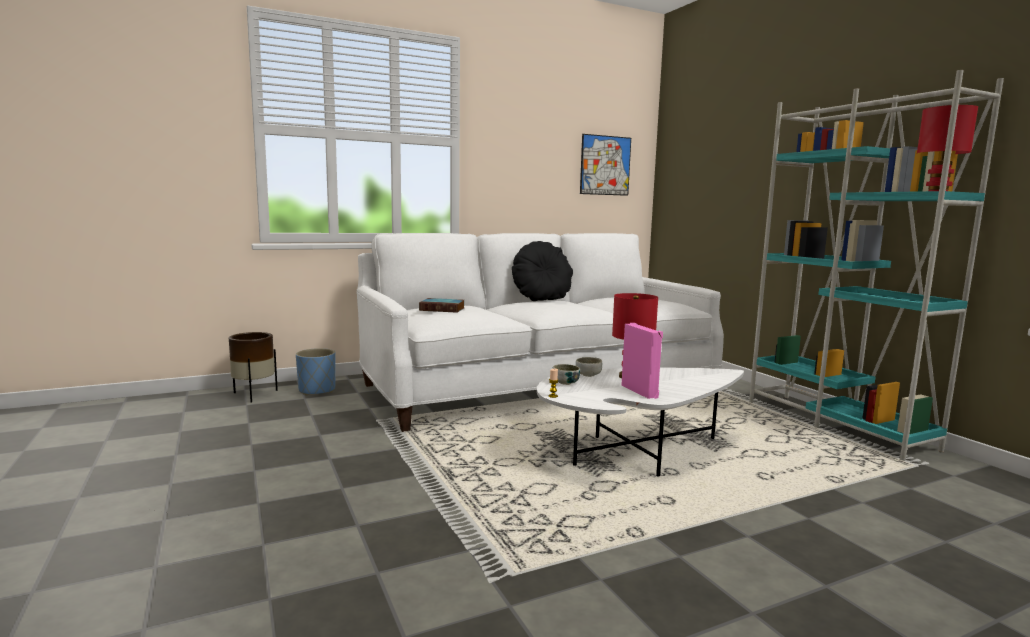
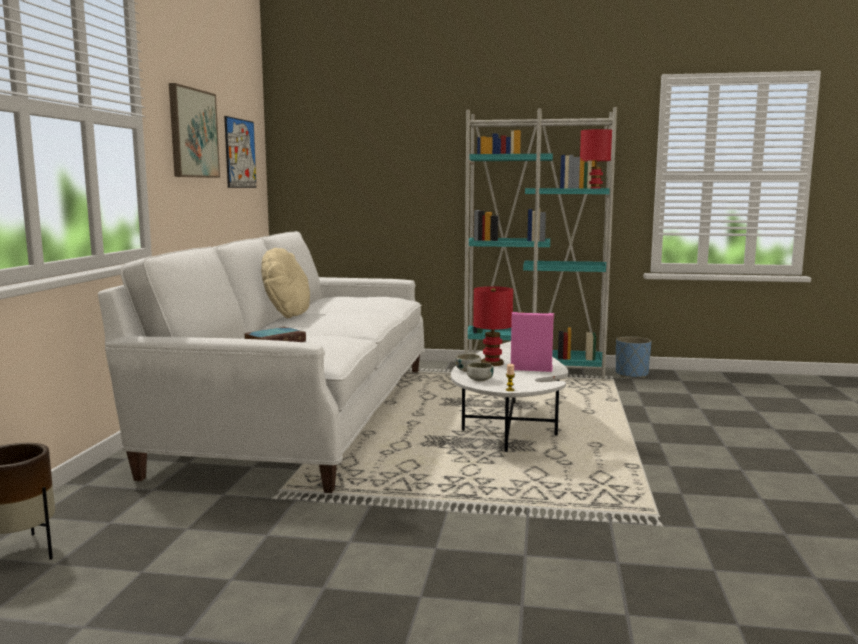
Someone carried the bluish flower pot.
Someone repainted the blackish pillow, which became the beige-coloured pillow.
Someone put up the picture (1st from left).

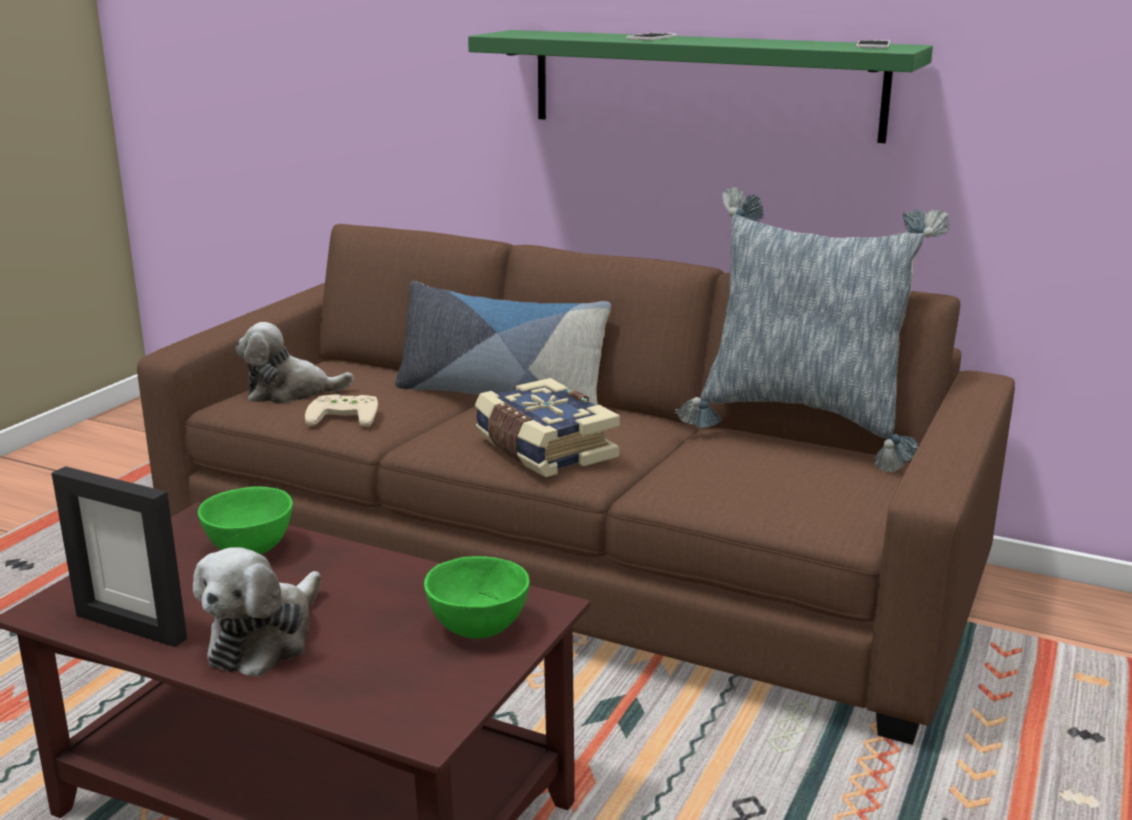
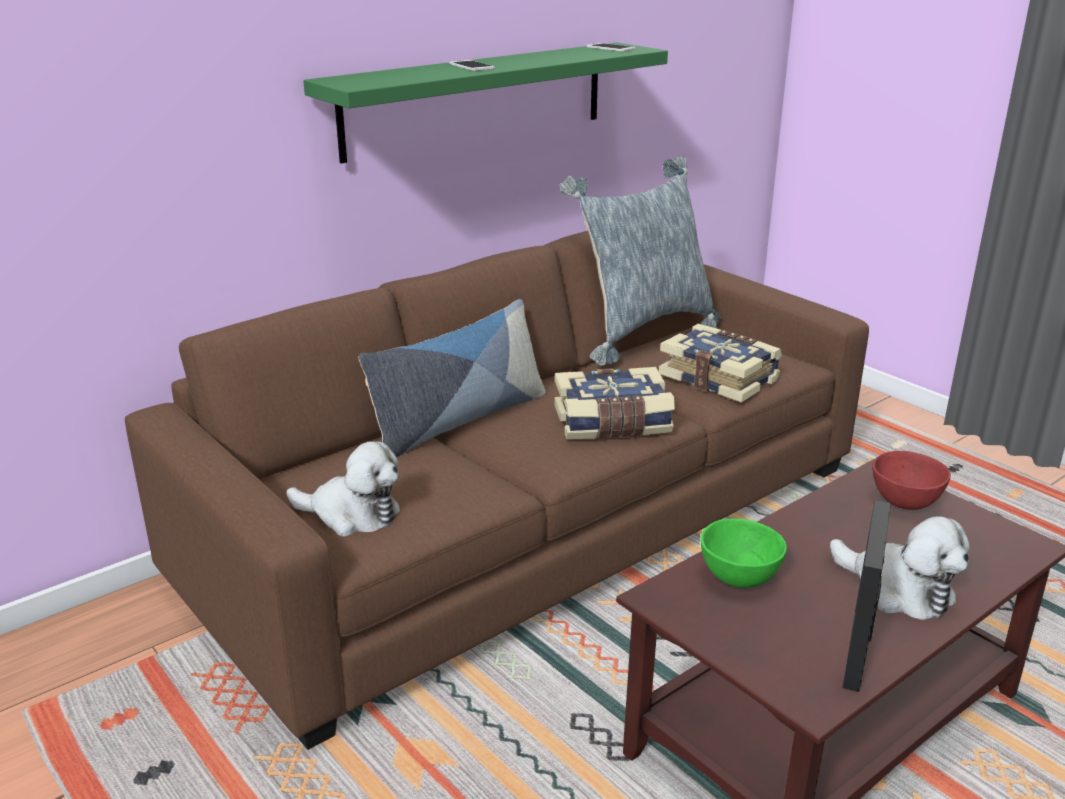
Someone rotated the picture frame by 150 degrees clockwise.
Someone rotated the plush toy (2nd from left in the first image) by 90 degrees counterclockwise.
Someone took away the beige-coloured gamepad.
Someone repainted the green-coloured serving bowl (2nd from left), which became the reddish serving bowl.
Someone put down the bound book (2nd from left).

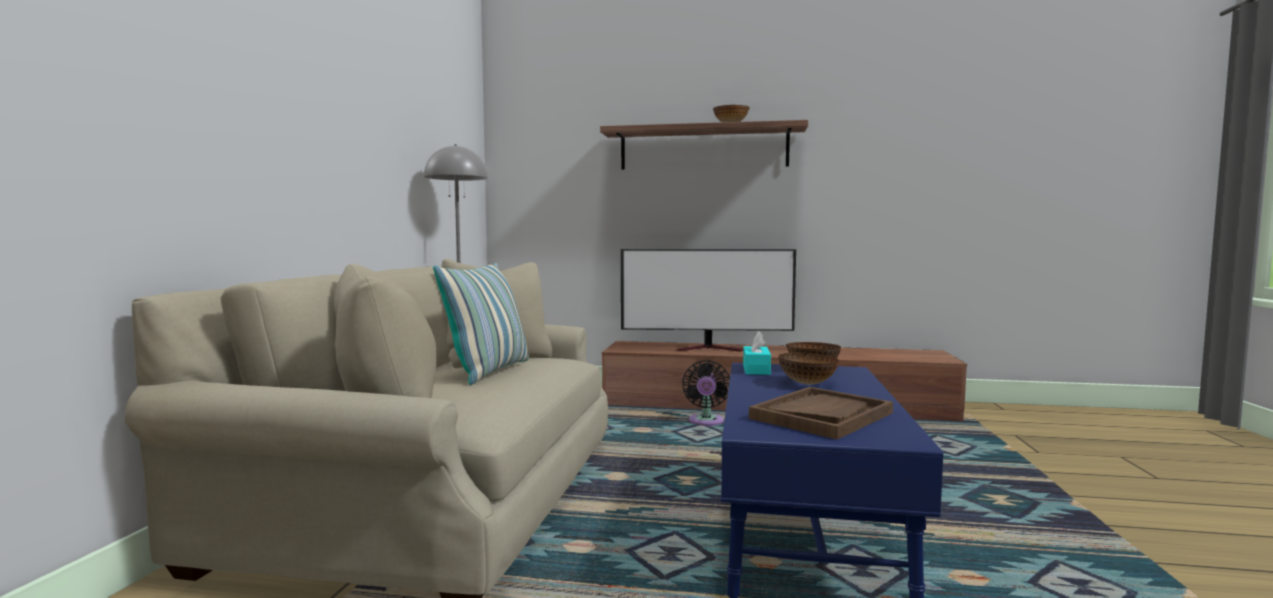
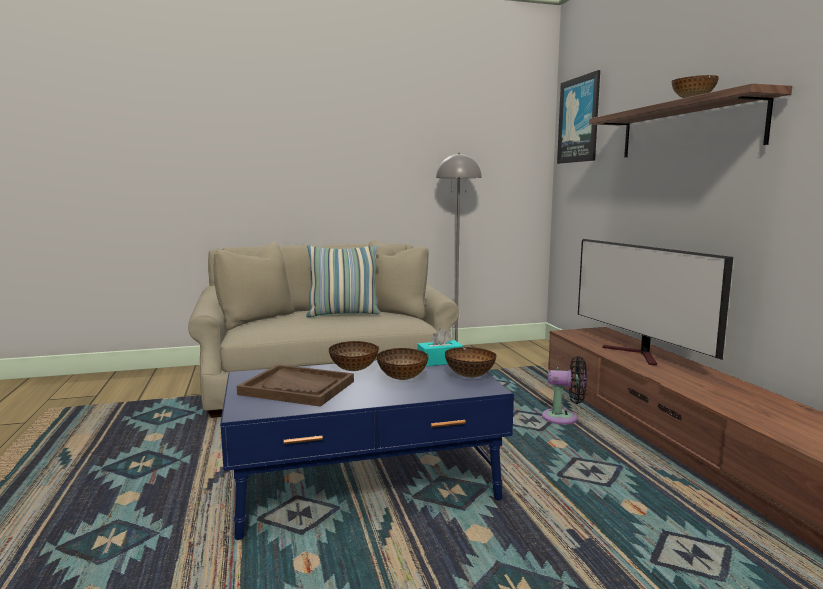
Someone rotated the blackish cooling fan by 150 degrees counterclockwise.
Someone put down the serving bowl (1st from left).
Someone put up the picture.

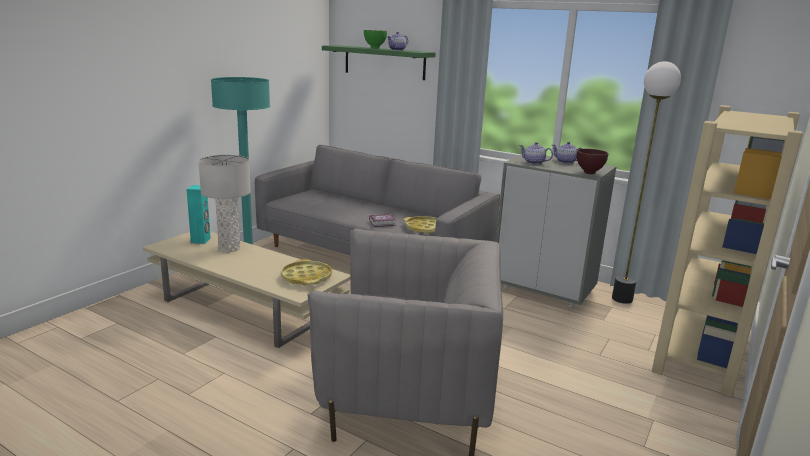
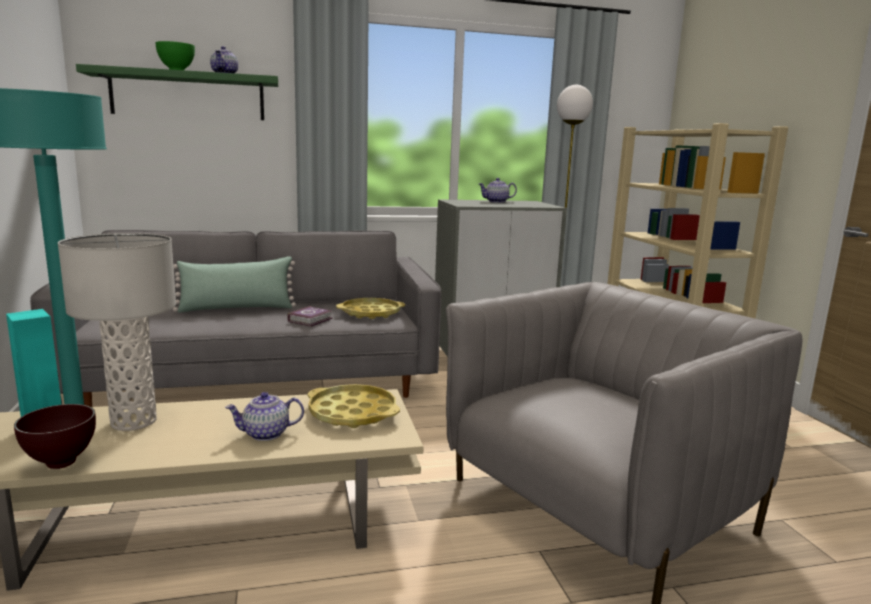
Someone carried the pot for tea (2nd from left).
Someone carried the brownish serving bowl.
Someone put down the green-coloured pillow.

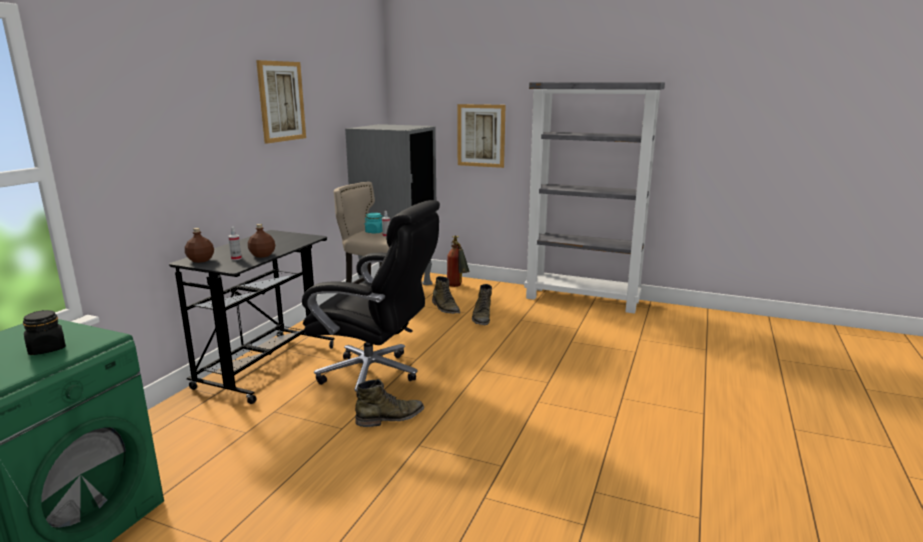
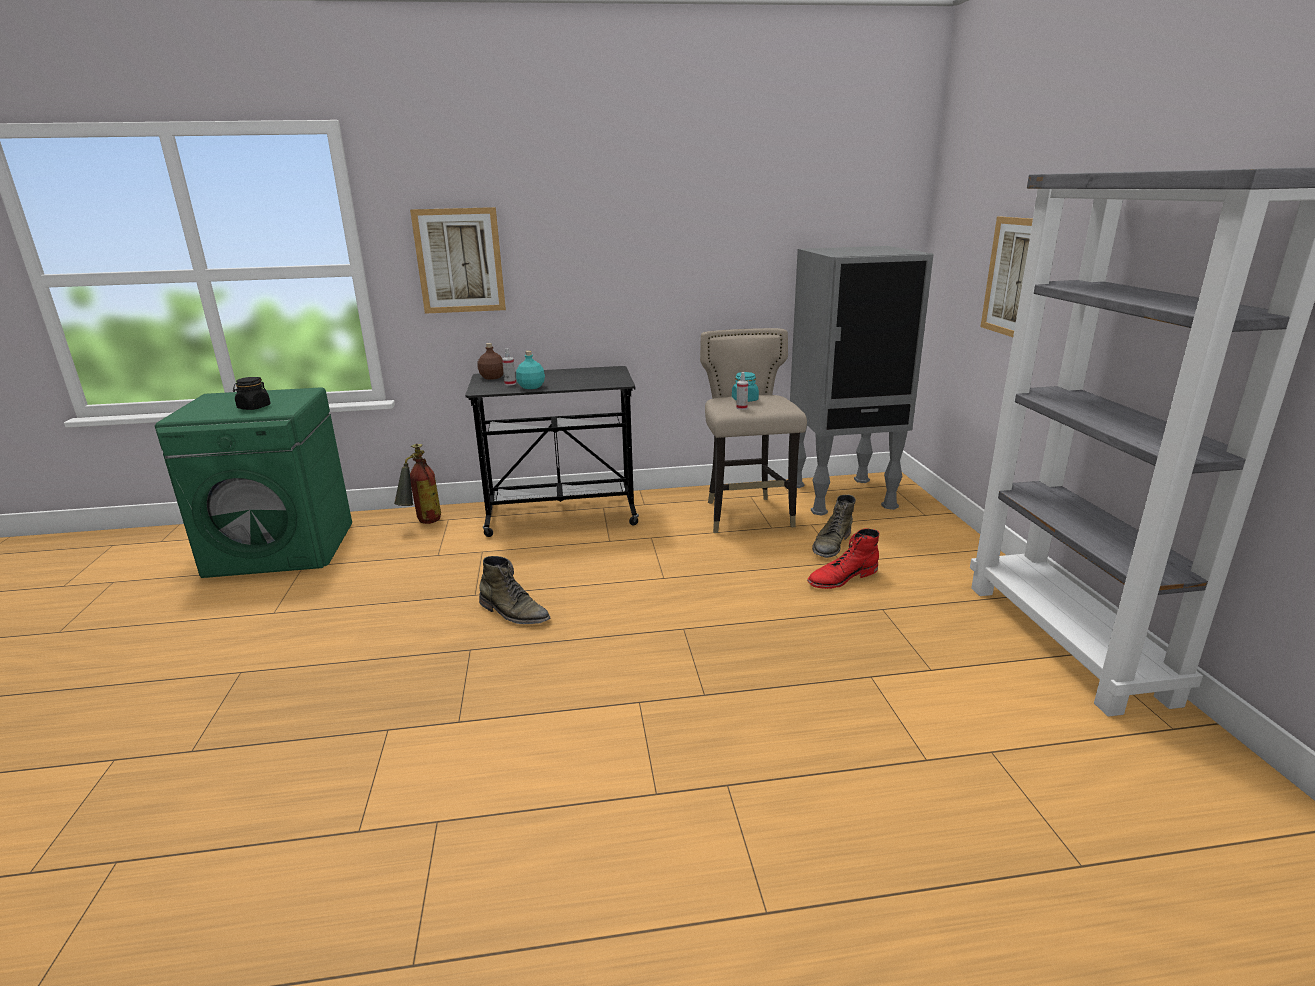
Someone repainted the brownish bottle (2nd from left), which became the turquoise bottle.
Someone carried the picture (1st from left).
Someone took away the blackish computer chair.
Someone carried the fire-fighting cylinder.
Someone repainted the green-coloured boot (3rd from left), which became the reddish boot.

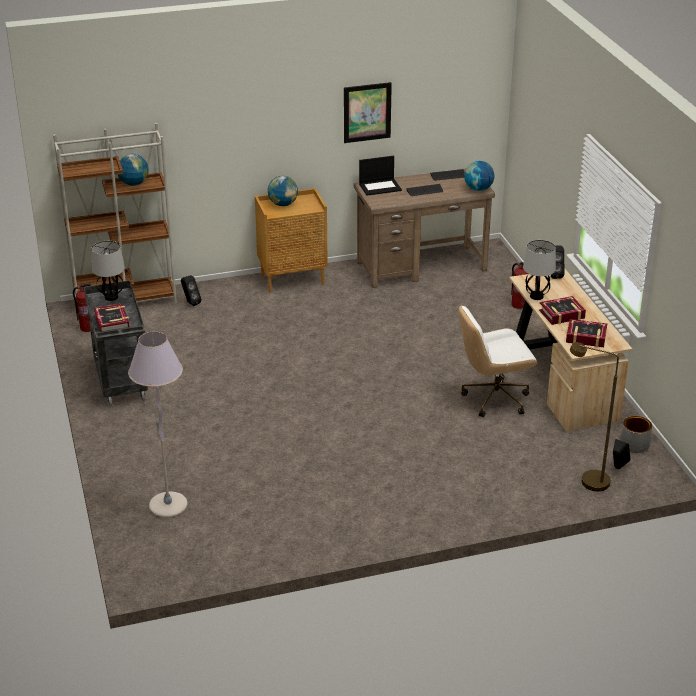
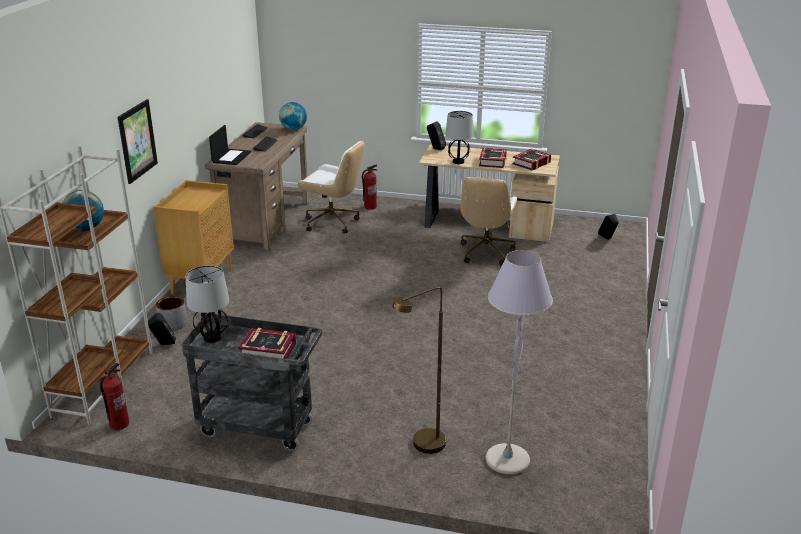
Someone took away the globe (2nd from left).
Someone carried the picture.
Someone carried the brownish floor lamp.
Someone carried the greyish flower pot.
Someone put down the white computer chair (1st from left).

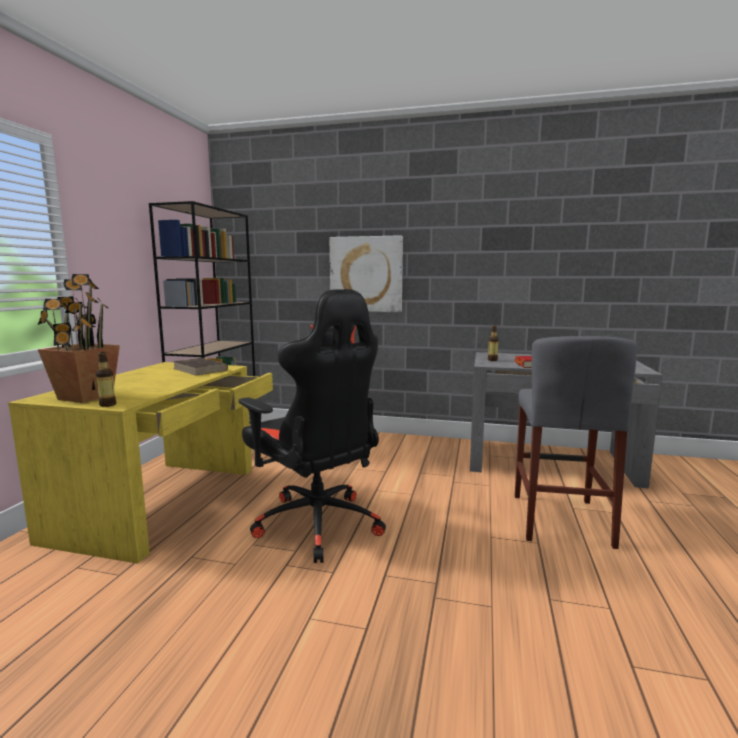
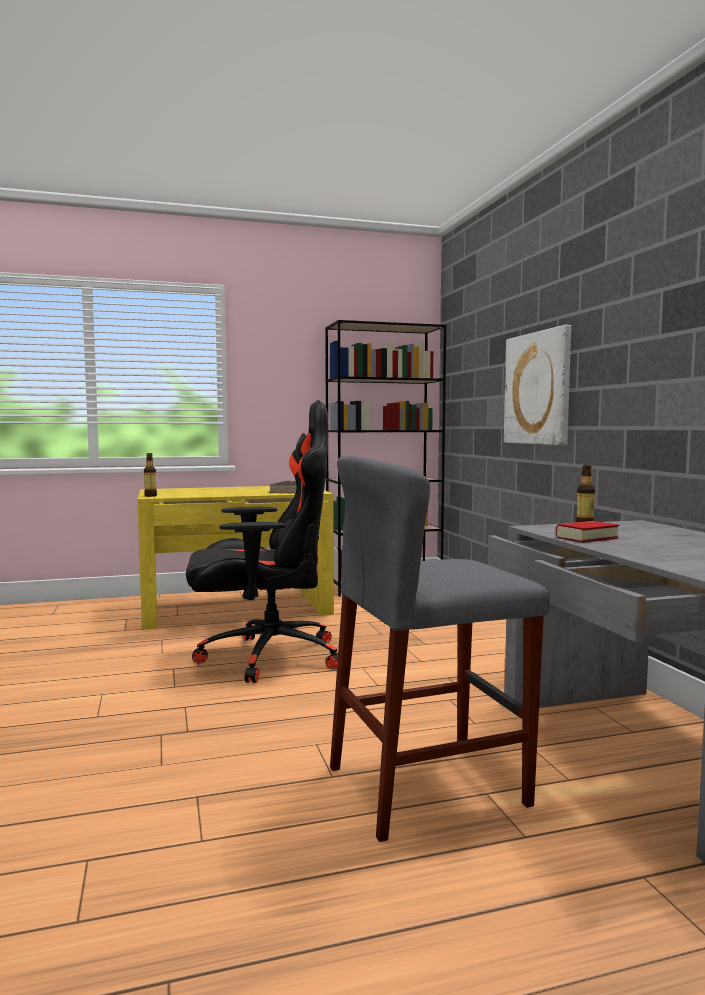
Someone took away the potted plant.
Someone rotated the blackish computer chair by 120 degrees counterclockwise.

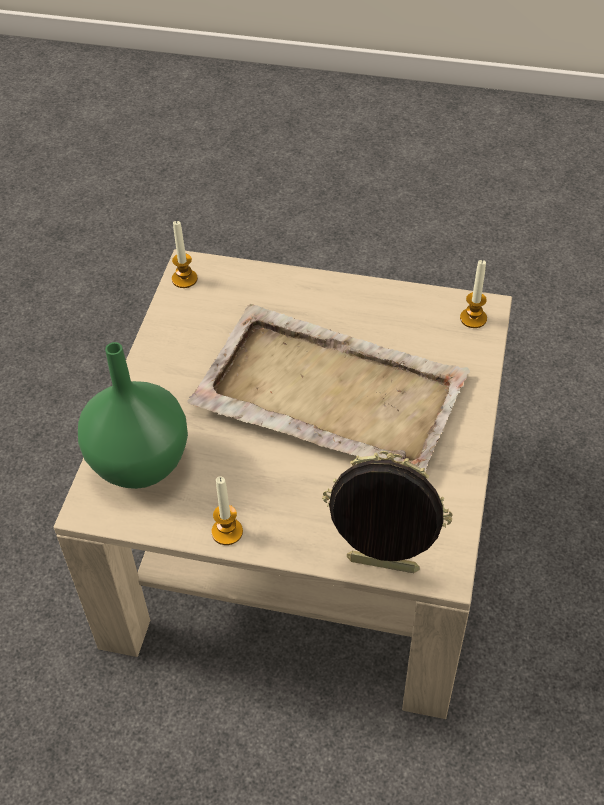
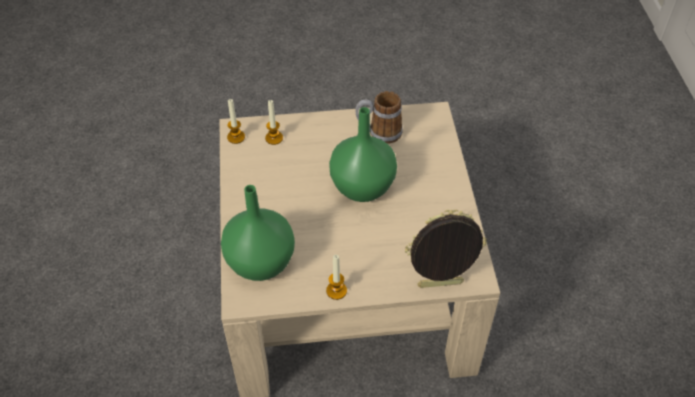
Someone swapped the beige-coloured carrying tray for the green-coloured vase (2nd from left).
Someone carried the candle (3rd from left in the first image).
Someone put down the coffee mug.

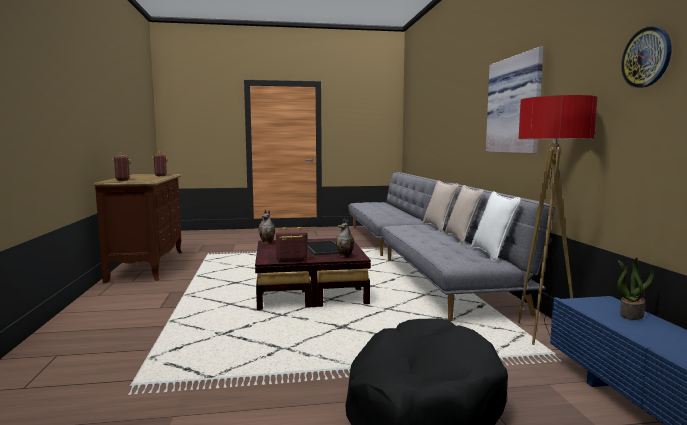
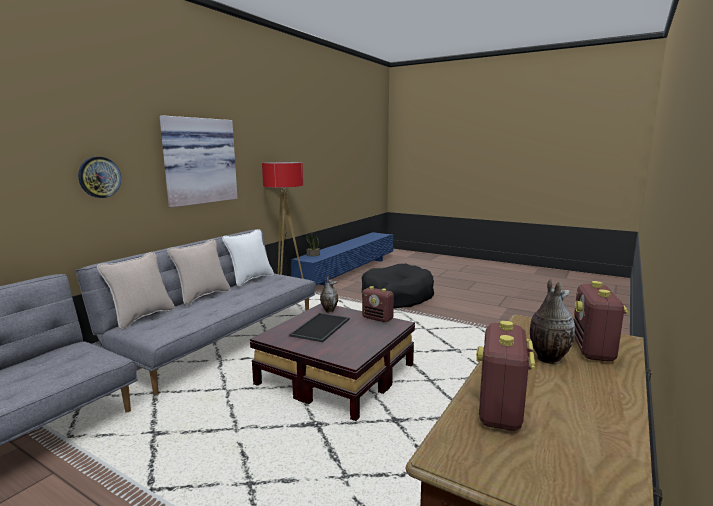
Someone carried the vase (1st from left in the first image).
Someone carried the clock on the wall.

